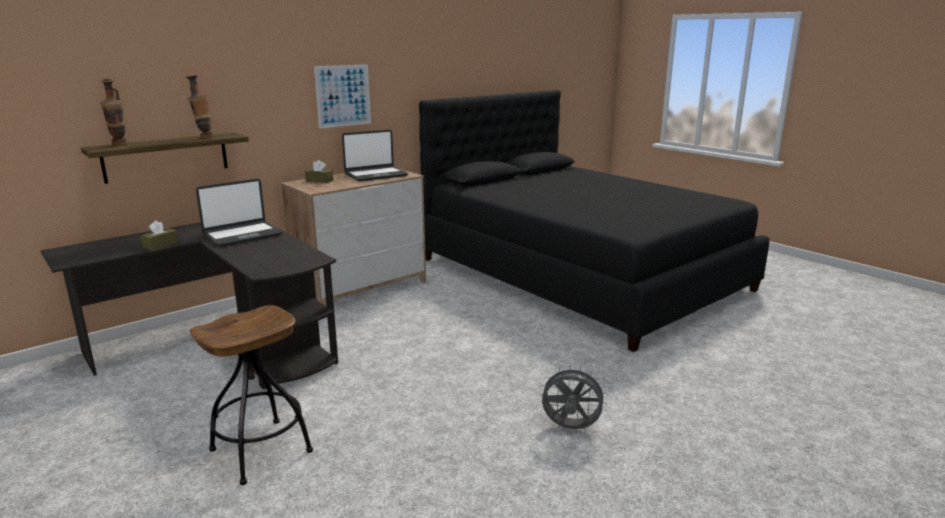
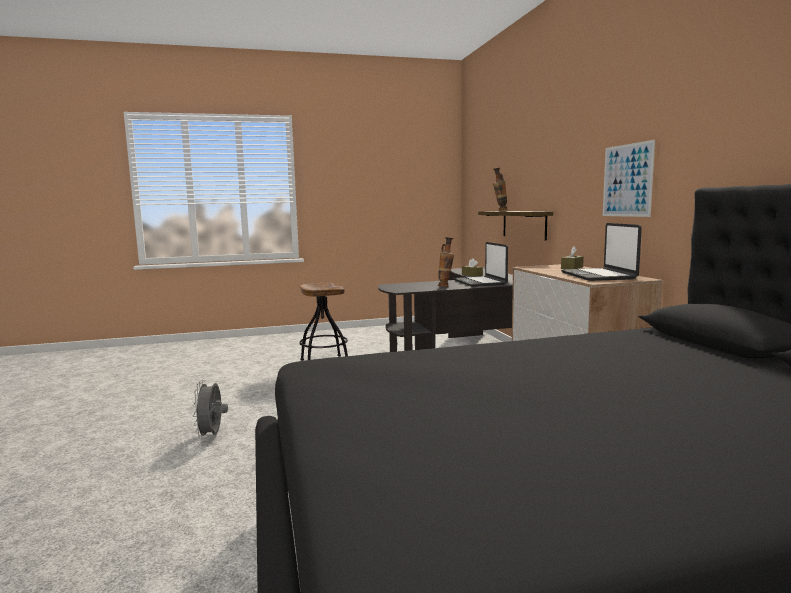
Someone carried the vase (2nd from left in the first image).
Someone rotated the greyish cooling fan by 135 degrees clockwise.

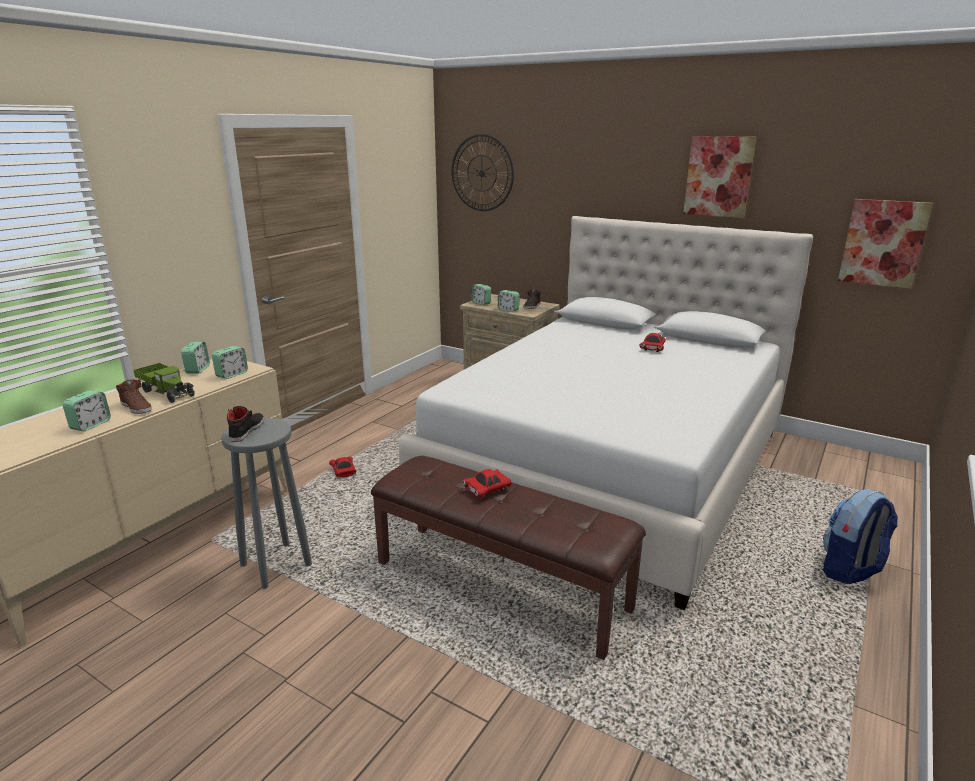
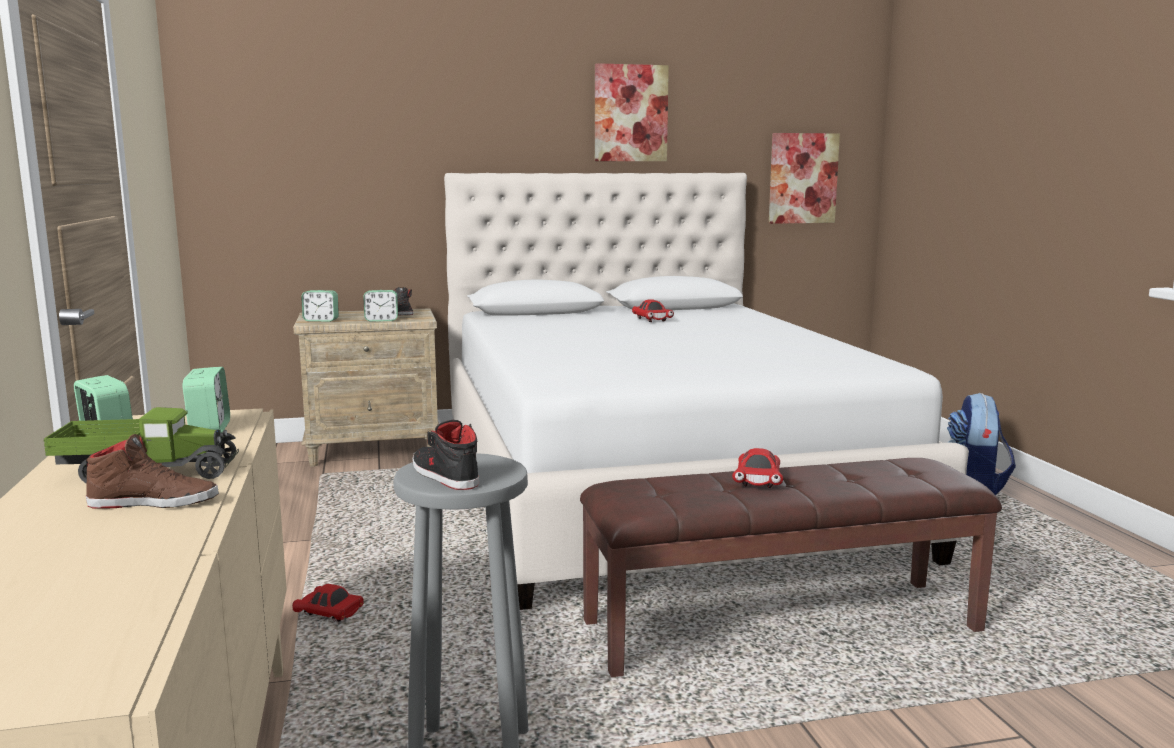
Someone took away the table clock (1st from left).
Someone took away the clock on the wall.

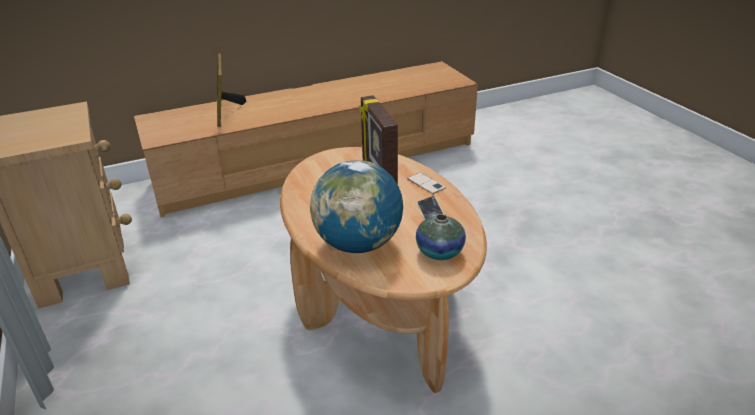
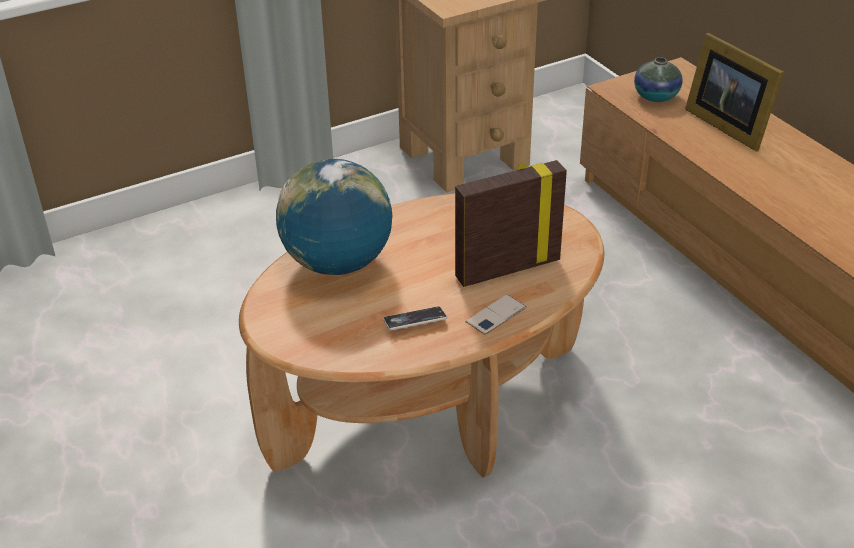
Someone rotated the picture frame (1st from left in the first image) by 105 degrees counterclockwise.
Someone carried the vase.

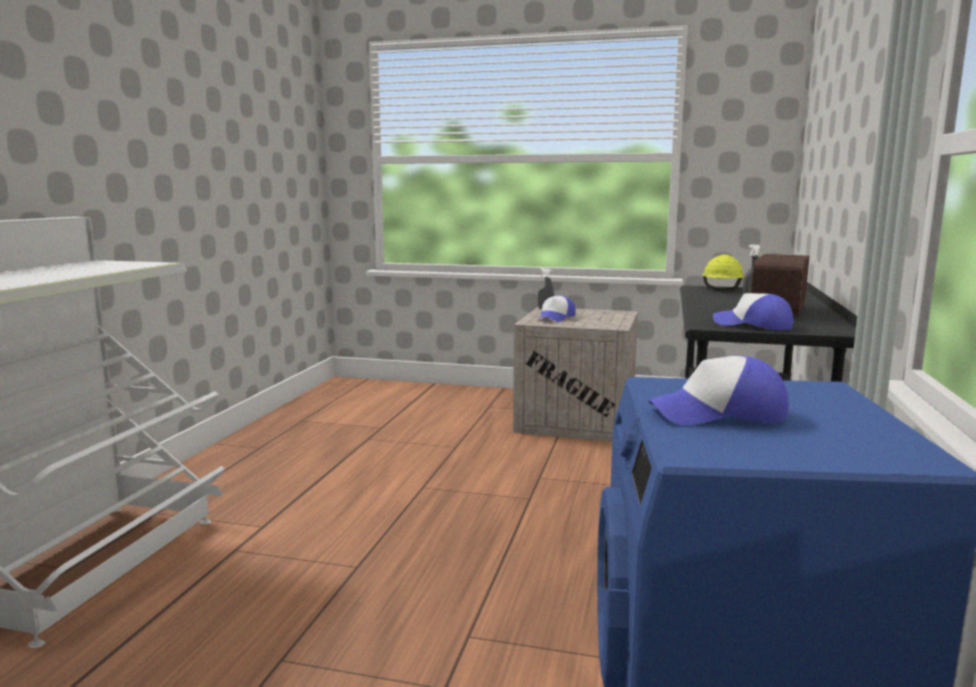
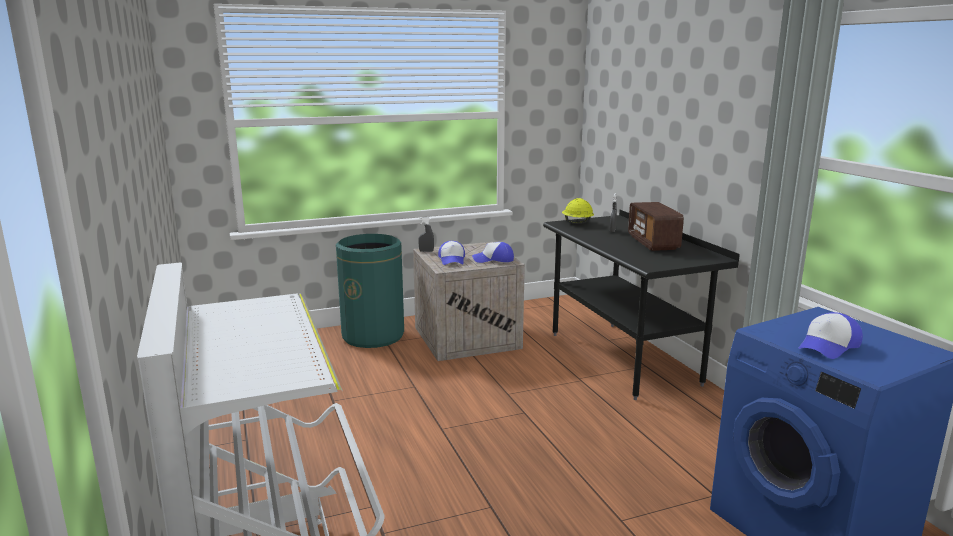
Someone carried the peaked cap (3rd from left in the first image).
Someone put down the green-coloured waste bin.

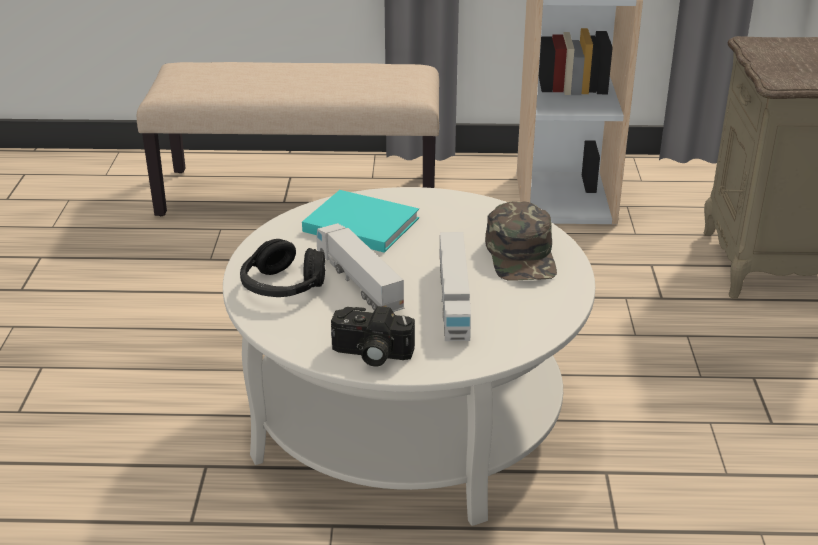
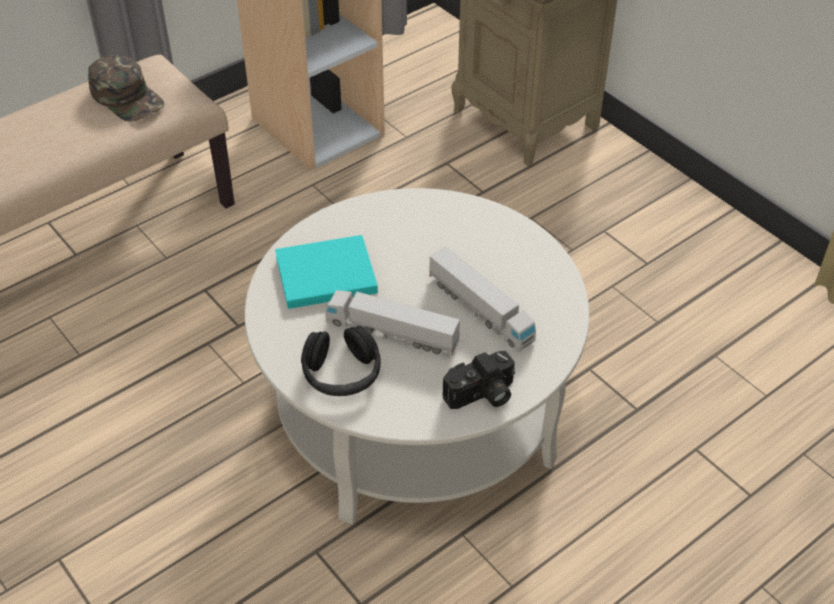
Someone carried the green-coloured peaked cap.

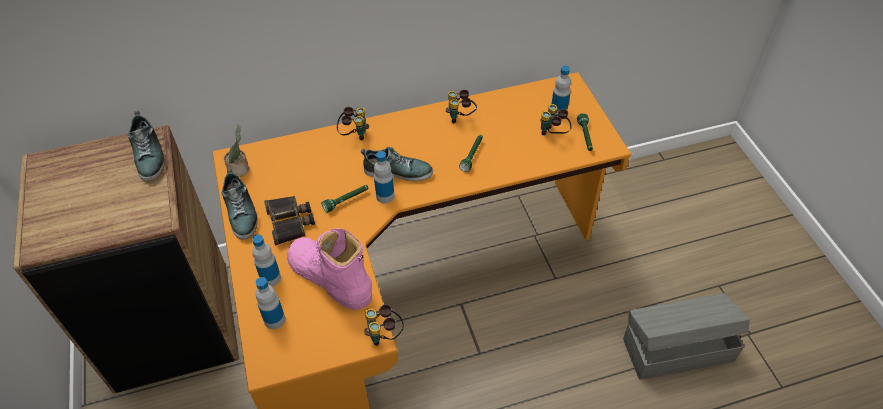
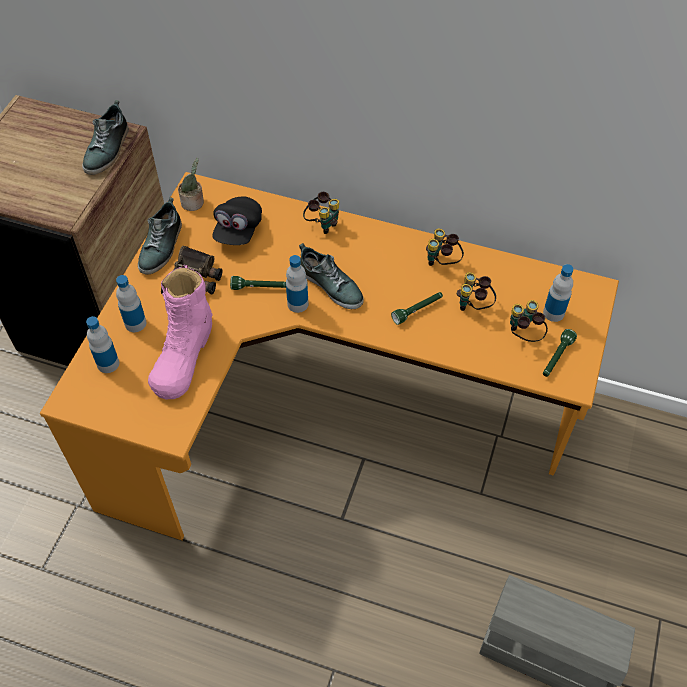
Someone rotated the pink boot by 150 degrees counterclockwise.
Someone carried the field glasses (3rd from left in the first image).
Someone put down the blackish peaked cap.

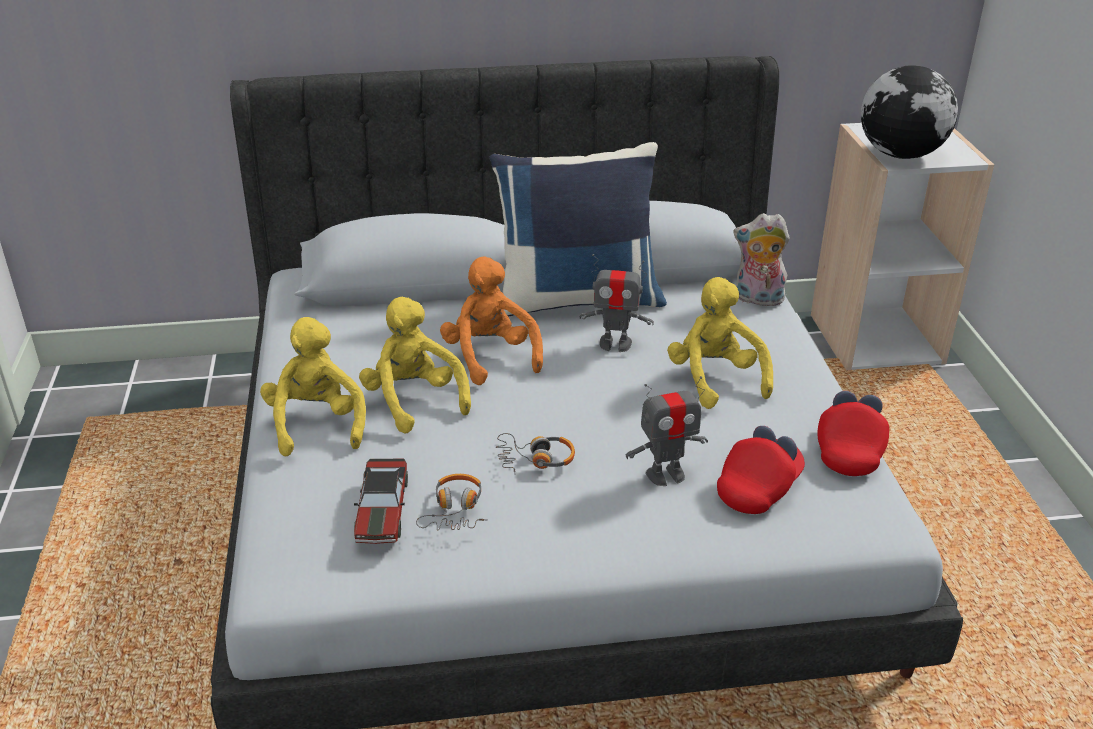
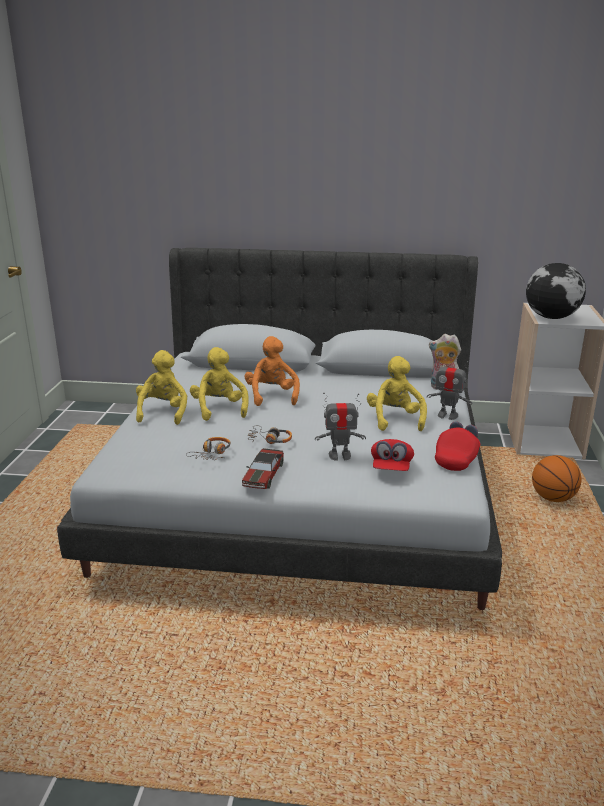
Someone carried the model car.
Someone took away the bluish pillow.
Someone carried the model robot (1st from left in the first image).
Someone rotated the reddish peaked cap (1st from left) by 135 degrees clockwise.
Someone put down the basketball.

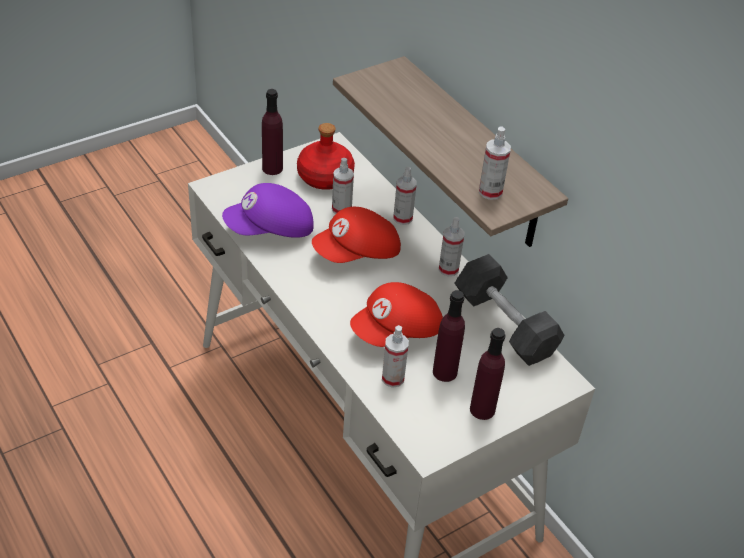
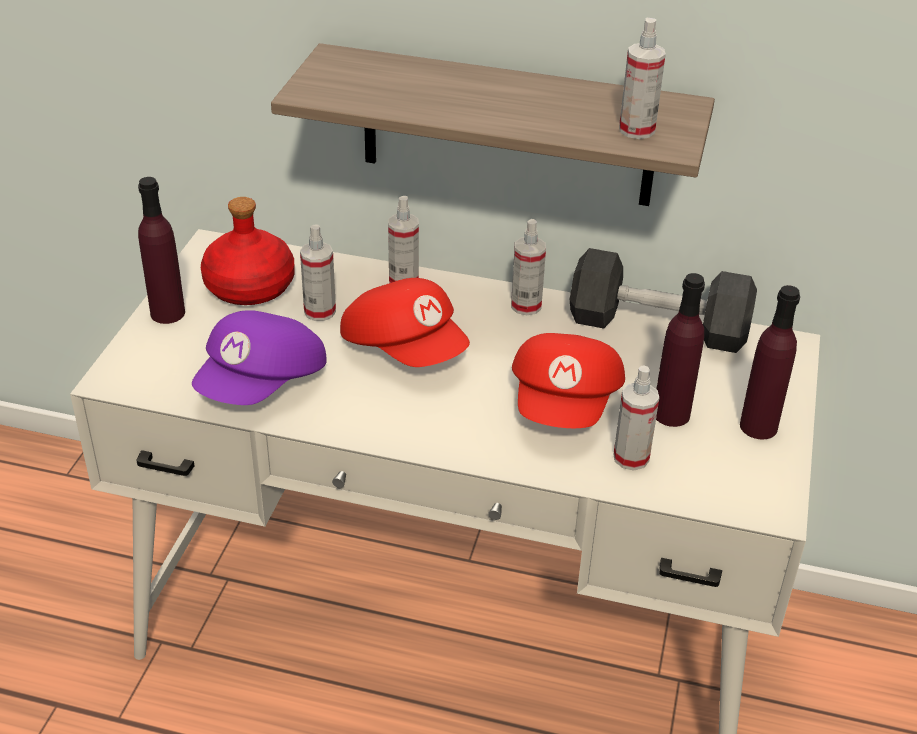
Someone rotated the reddish peaked cap (1st from left) by 60 degrees counterclockwise.

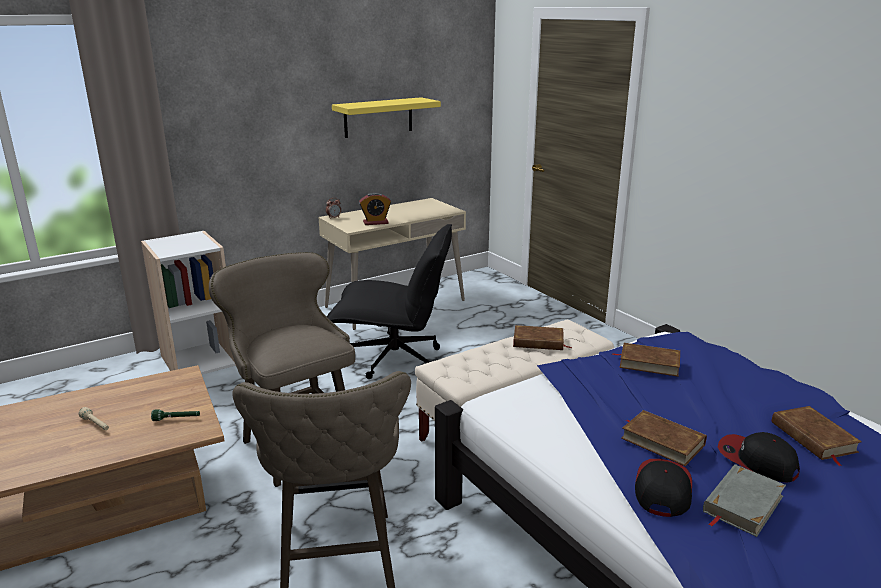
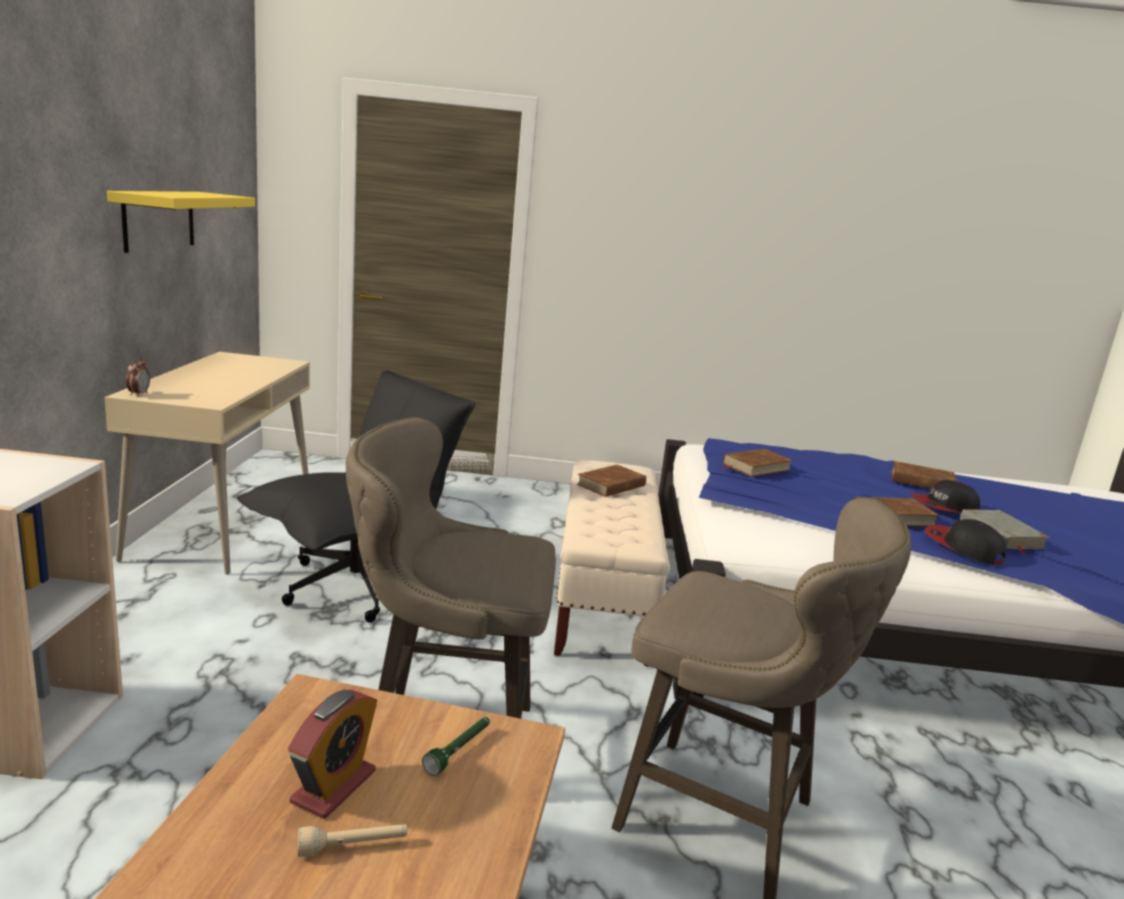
Someone carried the table clock (2nd from left).

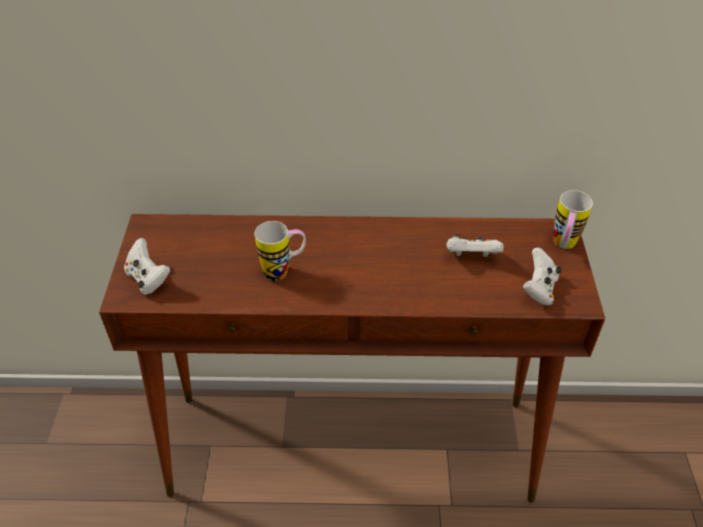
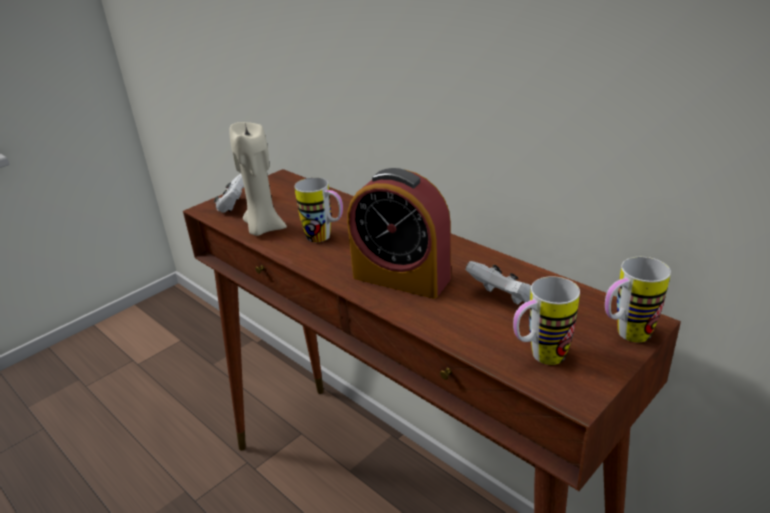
Someone swapped the white gamepad (3rd from left) for the coffee mug (2nd from left).
Someone put down the beige-coloured candle.
Someone put down the table clock.

